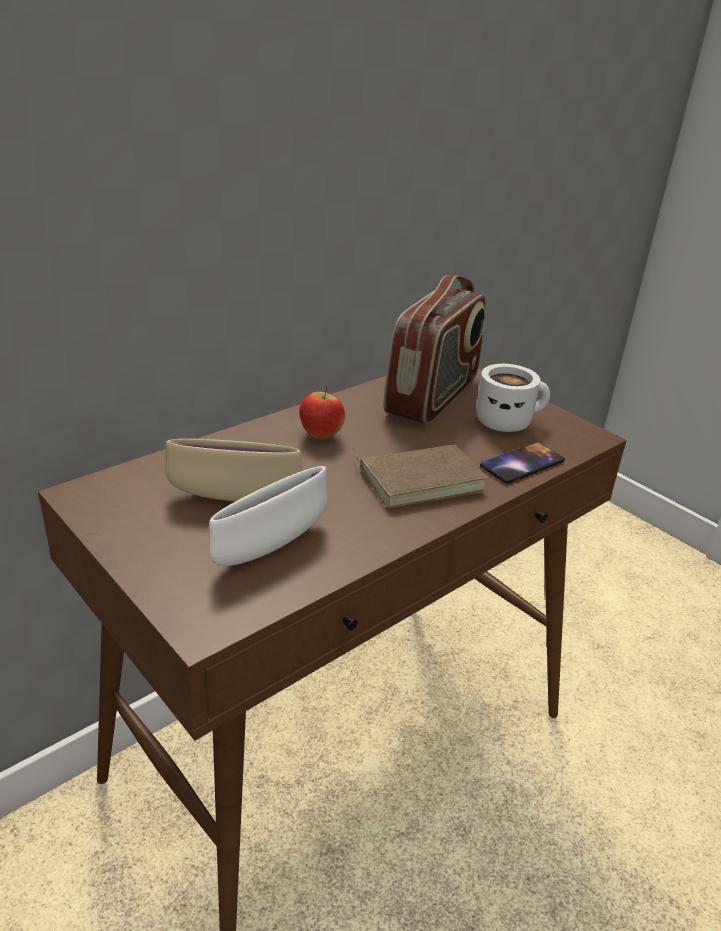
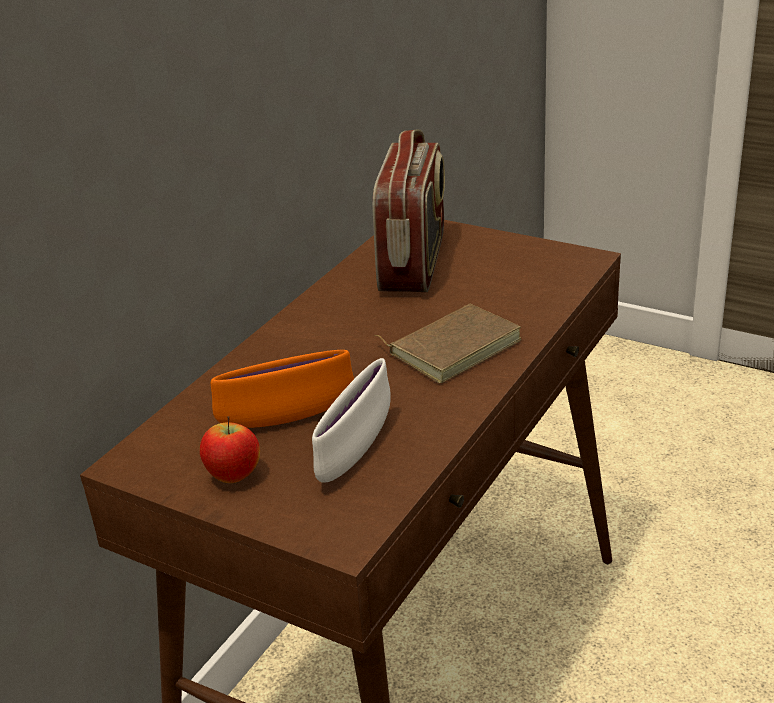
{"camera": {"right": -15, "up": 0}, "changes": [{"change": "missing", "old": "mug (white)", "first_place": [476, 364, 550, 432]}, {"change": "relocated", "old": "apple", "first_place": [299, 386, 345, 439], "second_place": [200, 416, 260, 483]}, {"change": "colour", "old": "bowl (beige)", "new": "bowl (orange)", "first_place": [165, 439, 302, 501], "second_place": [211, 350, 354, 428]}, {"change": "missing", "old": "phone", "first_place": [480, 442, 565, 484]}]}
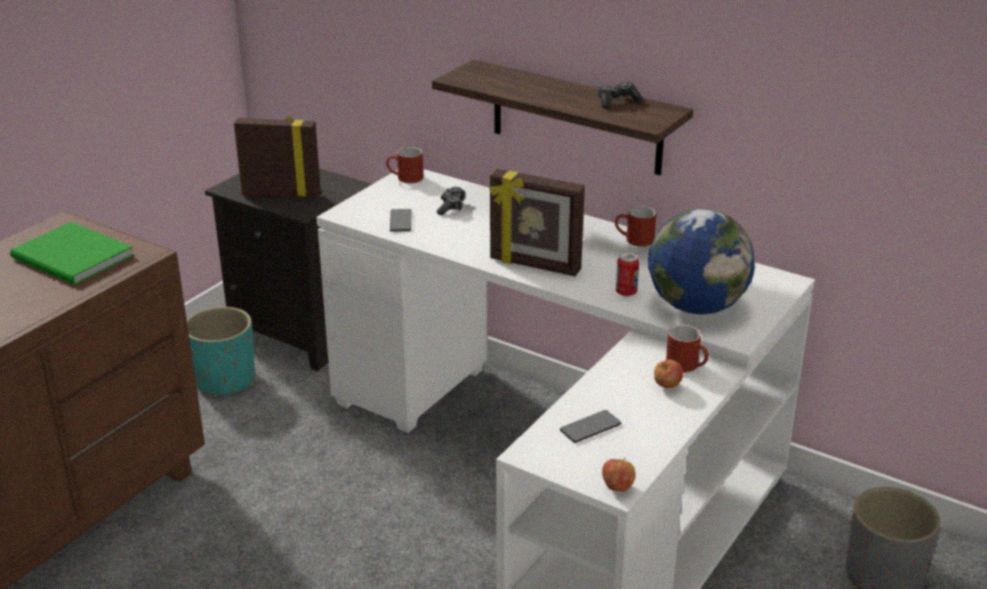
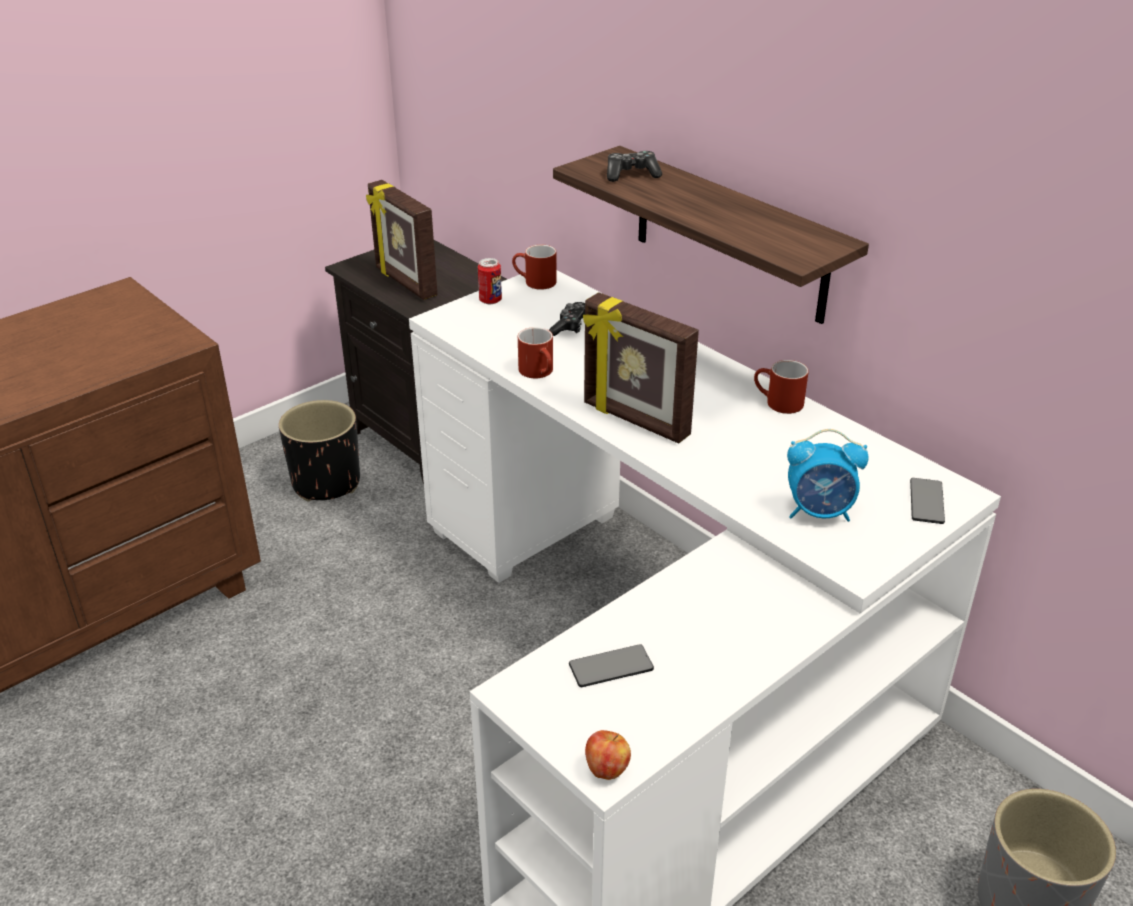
{"camera": {"right": 15, "up": 5}, "changes": [{"change": "relocated", "old": "game controller", "first_place": [599, 82, 643, 109], "second_place": [607, 151, 662, 182]}, {"change": "spun", "old": "picture frame", "first_place": [234, 116, 321, 200], "second_place": [366, 180, 438, 300], "degrees": -150}, {"change": "relocated", "old": "phone", "first_place": [390, 209, 412, 232], "second_place": [910, 478, 945, 524]}, {"change": "exchanged", "old": "globe", "new": "alarm clock", "first_place": [648, 209, 754, 315], "second_place": [787, 429, 869, 522]}, {"change": "missing", "old": "book (green)", "first_place": [10, 222, 134, 285]}, {"change": "relocated", "old": "can", "first_place": [616, 253, 639, 296], "second_place": [478, 258, 502, 304]}, {"change": "colour", "old": "planter (turquoise)", "new": "planter (black)", "first_place": [187, 307, 255, 397], "second_place": [279, 400, 360, 501]}, {"change": "relocated", "old": "mug (red)", "first_place": [666, 325, 709, 372], "second_place": [518, 327, 553, 378]}, {"change": "missing", "old": "apple", "first_place": [654, 359, 683, 388]}]}
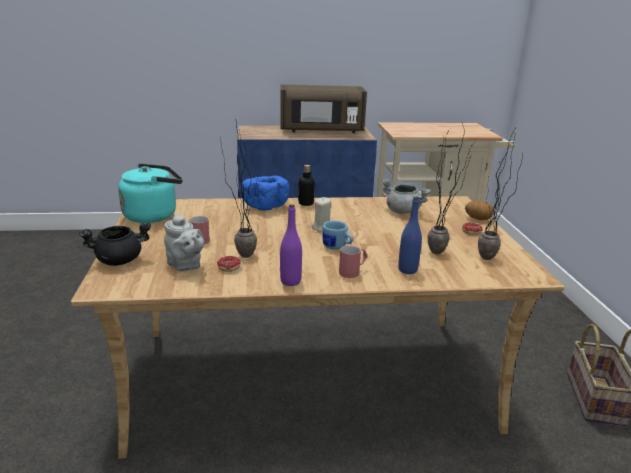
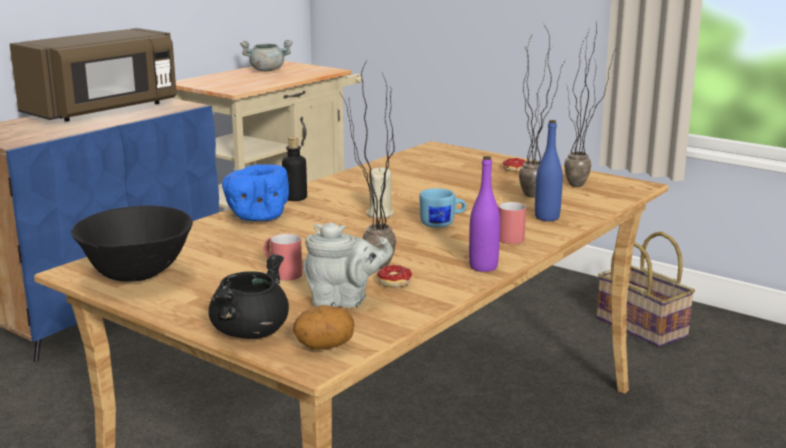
{"camera": {"right": -45, "up": -5}, "changes": [{"change": "exchanged", "old": "kettle (turquoise)", "new": "bowl (black)", "first_place": [118, 163, 183, 223], "second_place": [71, 205, 193, 282]}, {"change": "relocated", "old": "cooking pot (grey)", "first_place": [382, 179, 431, 214], "second_place": [240, 40, 293, 71]}, {"change": "relocated", "old": "potato", "first_place": [465, 200, 494, 220], "second_place": [293, 305, 354, 350]}]}
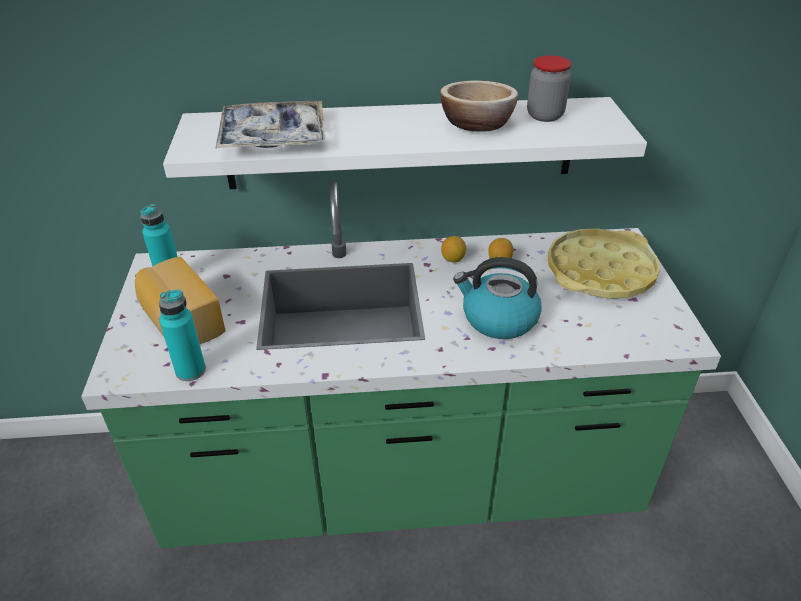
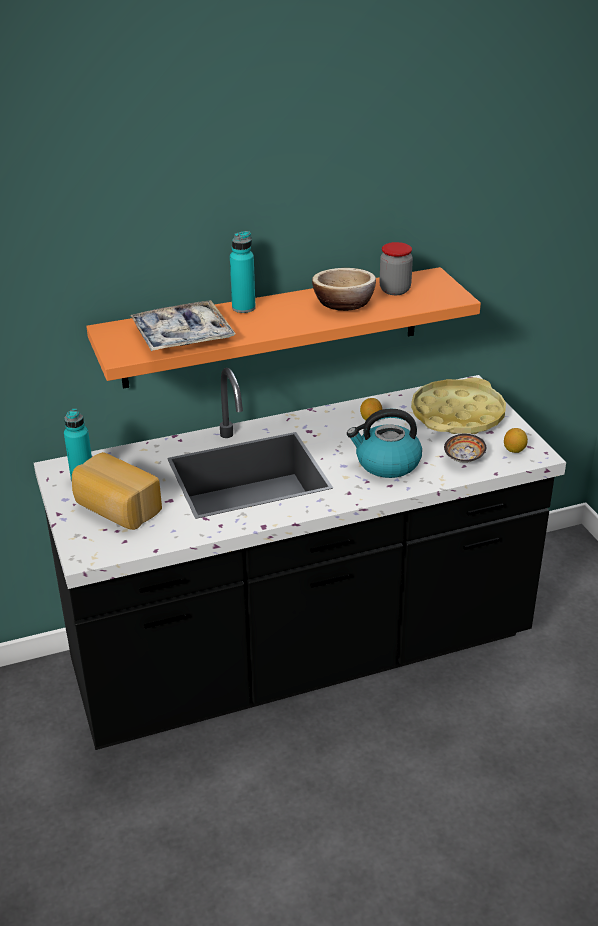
{"camera": {"right": -15, "up": -5}, "changes": [{"change": "colour", "old": "shelf (white)", "new": "shelf (orange)", "first_place": [163, 97, 647, 189], "second_place": [86, 267, 481, 389]}, {"change": "colour", "old": "counter (green)", "new": "counter (black)", "first_place": [81, 182, 721, 548], "second_place": [34, 368, 566, 750]}, {"change": "relocated", "old": "lemon", "first_place": [441, 236, 466, 263], "second_place": [504, 428, 528, 453]}, {"change": "relocated", "old": "bottle (turquoise)", "first_place": [159, 289, 206, 381], "second_place": [230, 231, 256, 313]}, {"change": "appeared", "new": "bowl", "second_place": [444, 434, 486, 463]}]}
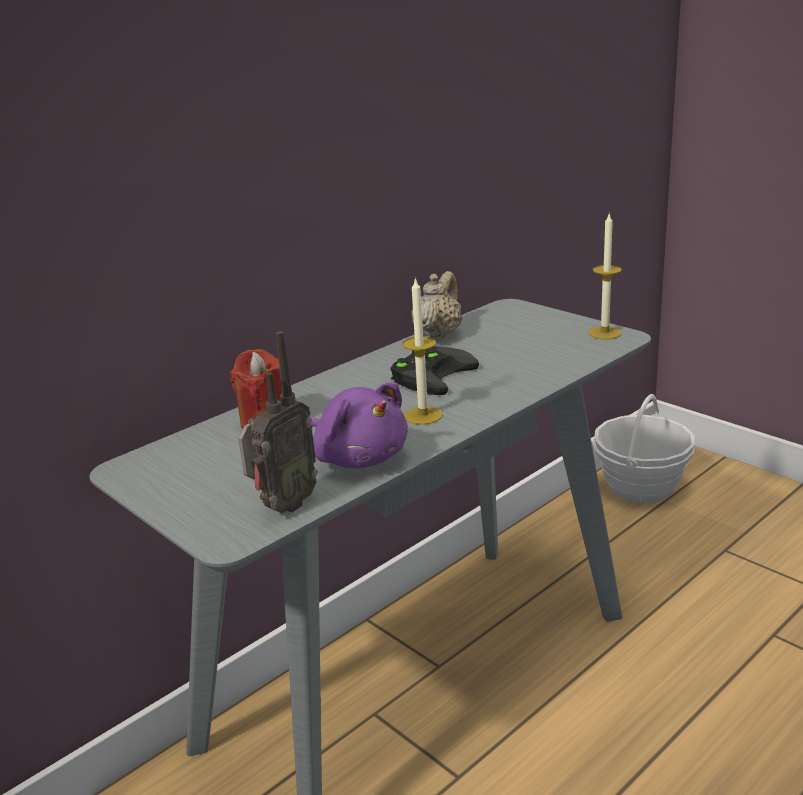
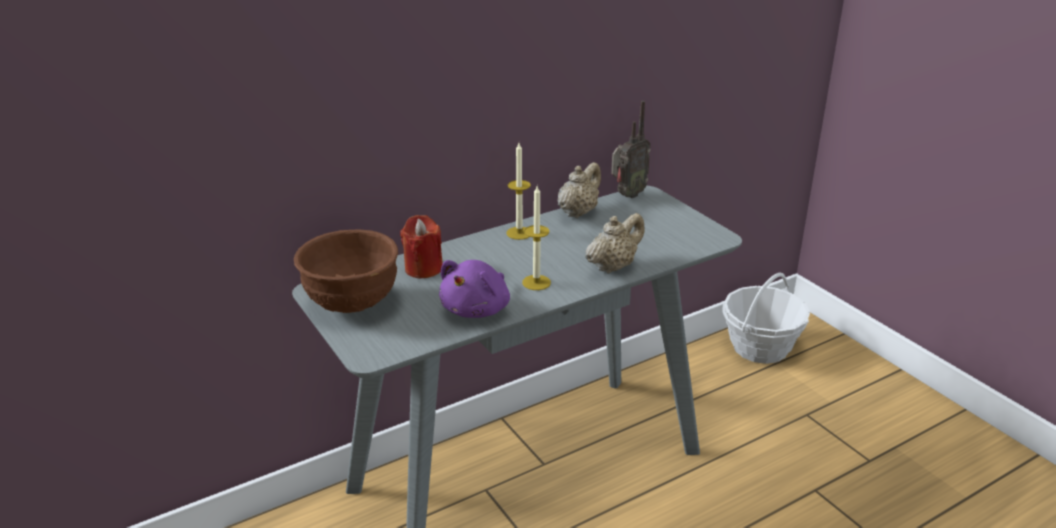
{"camera": {"right": 10, "up": 5}, "changes": [{"change": "relocated", "old": "candle", "first_place": [588, 214, 622, 339], "second_place": [506, 143, 531, 240]}, {"change": "relocated", "old": "radio", "first_place": [239, 331, 318, 513], "second_place": [611, 101, 651, 198]}, {"change": "missing", "old": "game controller (black)", "first_place": [391, 346, 479, 395]}, {"change": "spun", "old": "plush toy (purple)", "first_place": [309, 382, 408, 468], "second_place": [439, 260, 510, 318], "degrees": 60}, {"change": "appeared", "new": "teapot (beige)", "second_place": [585, 213, 645, 274]}, {"change": "appeared", "new": "bowl (brown)", "second_place": [294, 229, 398, 313]}]}
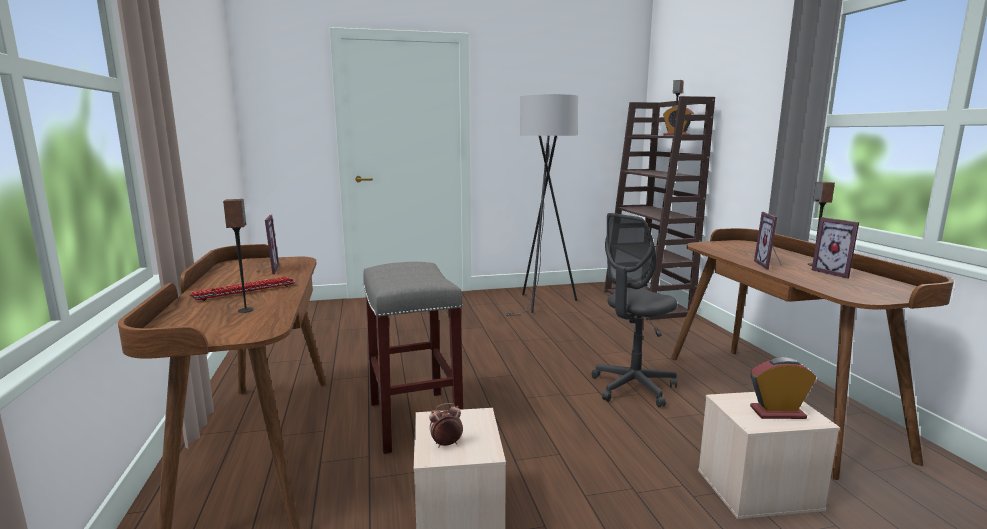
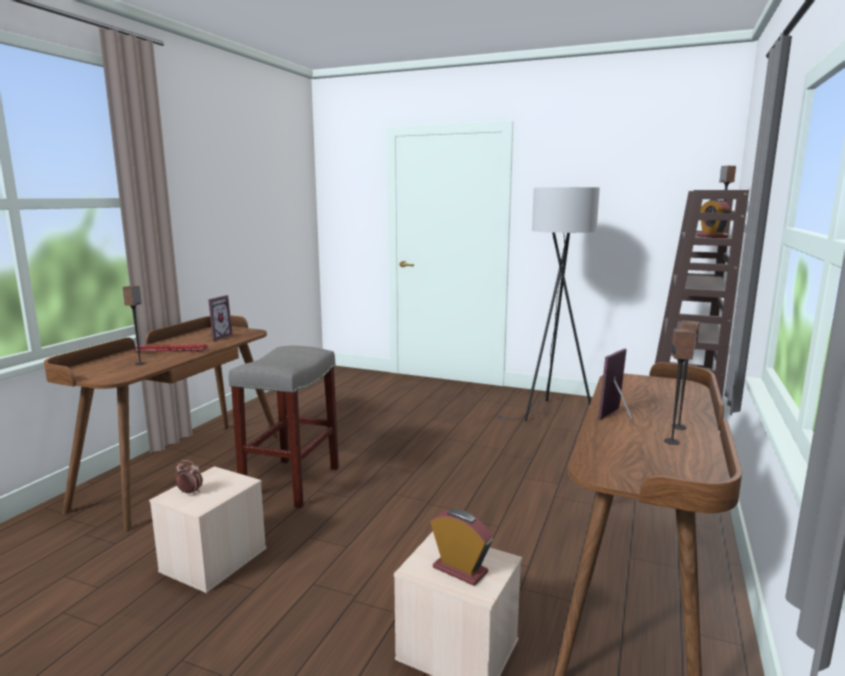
{"camera": {"right": 35, "up": 0}, "changes": [{"change": "missing", "old": "office chair (grey)", "first_place": [591, 213, 677, 407]}, {"change": "exchanged", "old": "picture frame", "new": "speaker", "first_place": [812, 217, 859, 279], "second_place": [664, 329, 696, 445]}]}
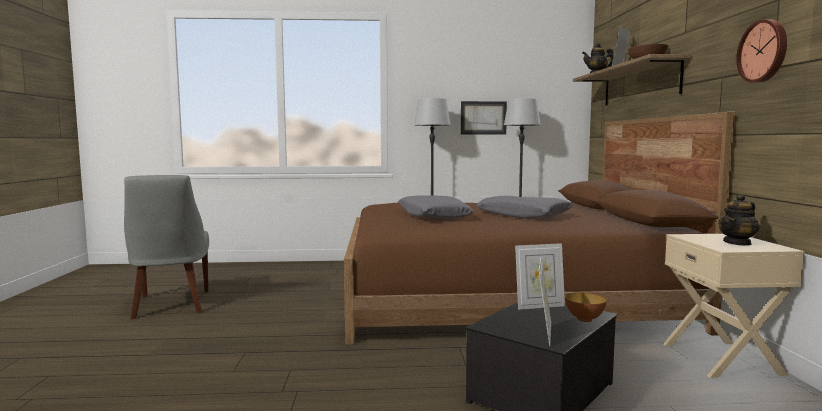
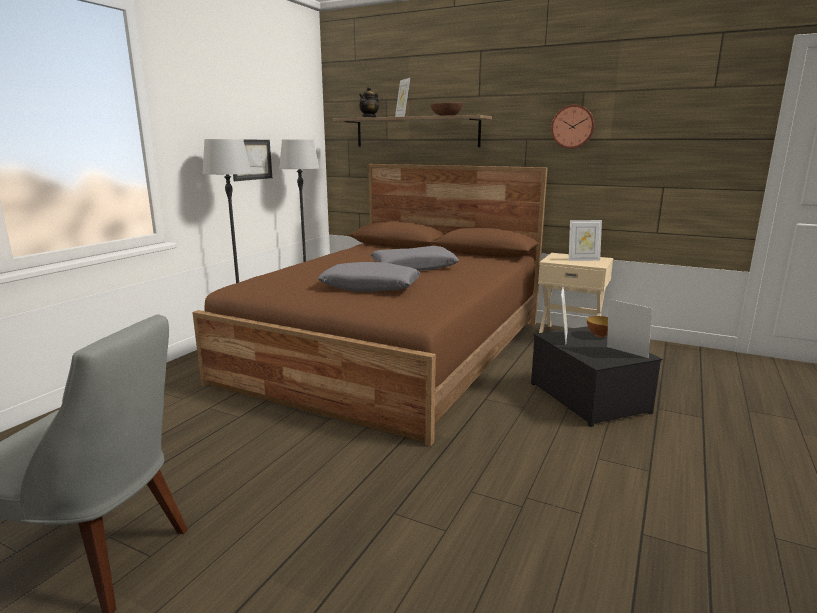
{"camera": {"right": -60, "up": 10}, "changes": [{"change": "exchanged", "old": "teapot", "new": "picture frame", "first_place": [718, 194, 759, 246], "second_place": [569, 220, 602, 261]}]}
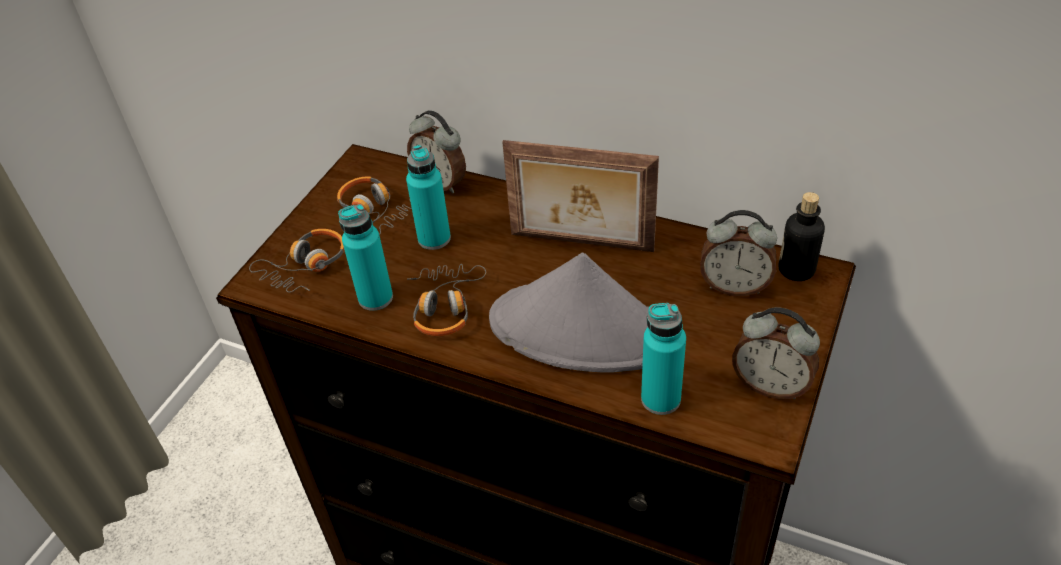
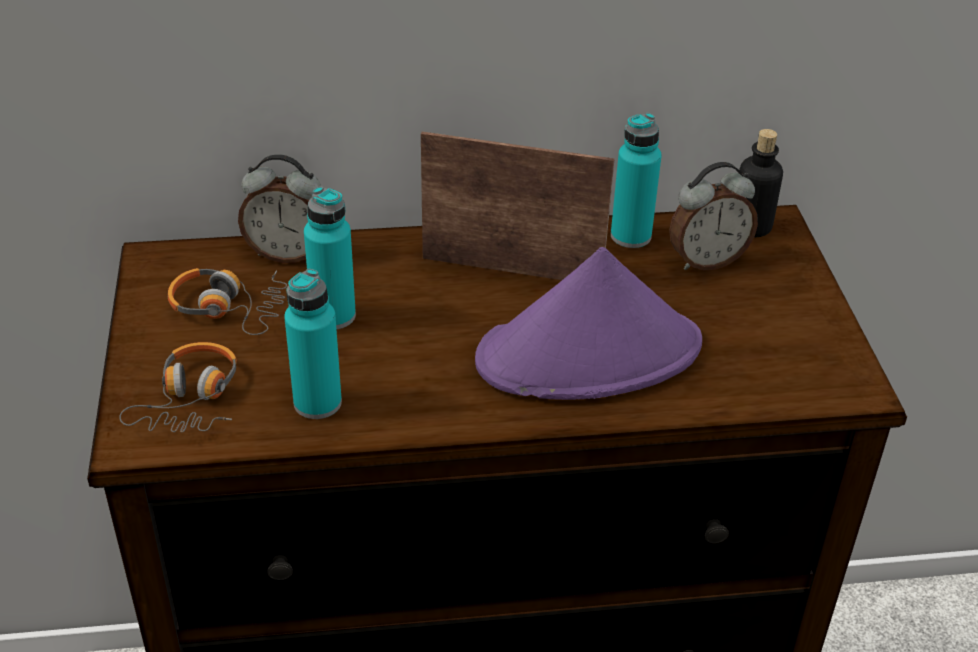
{"camera": {"right": -35, "up": -5}, "changes": [{"change": "spun", "old": "picture frame", "first_place": [502, 140, 659, 252], "second_place": [421, 132, 615, 280], "degrees": -150}, {"change": "colour", "old": "hat (grey)", "new": "hat (purple)", "first_place": [489, 253, 649, 373], "second_place": [475, 247, 702, 400]}, {"change": "missing", "old": "headphones", "first_place": [407, 264, 486, 336]}, {"change": "relocated", "old": "bottle (turquoise)", "first_place": [641, 303, 686, 415], "second_place": [611, 113, 662, 248]}, {"change": "missing", "old": "alarm clock", "first_place": [732, 307, 820, 399]}]}
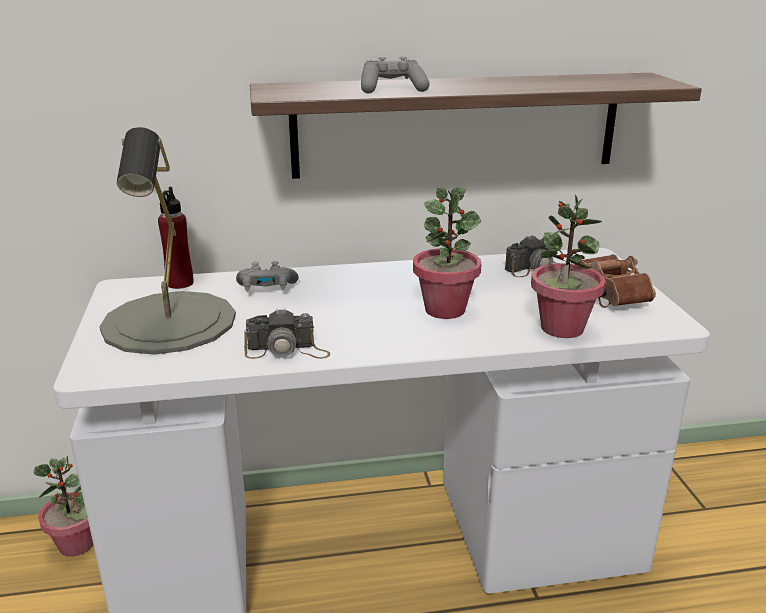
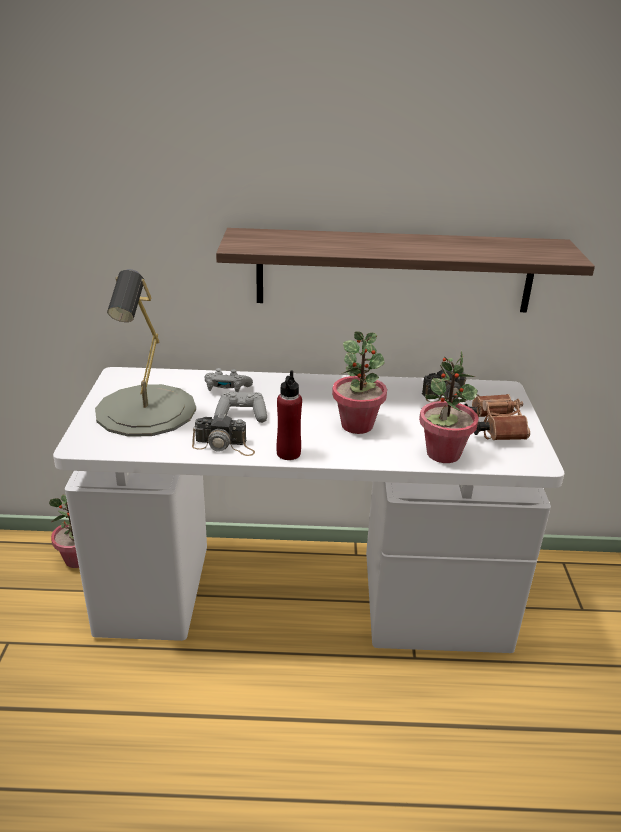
{"camera": {"right": 10, "up": 5}, "changes": [{"change": "relocated", "old": "game controller (grey)", "first_place": [361, 56, 430, 93], "second_place": [214, 391, 267, 423]}, {"change": "relocated", "old": "bottle (red)", "first_place": [158, 187, 194, 289], "second_place": [276, 370, 302, 460]}]}
